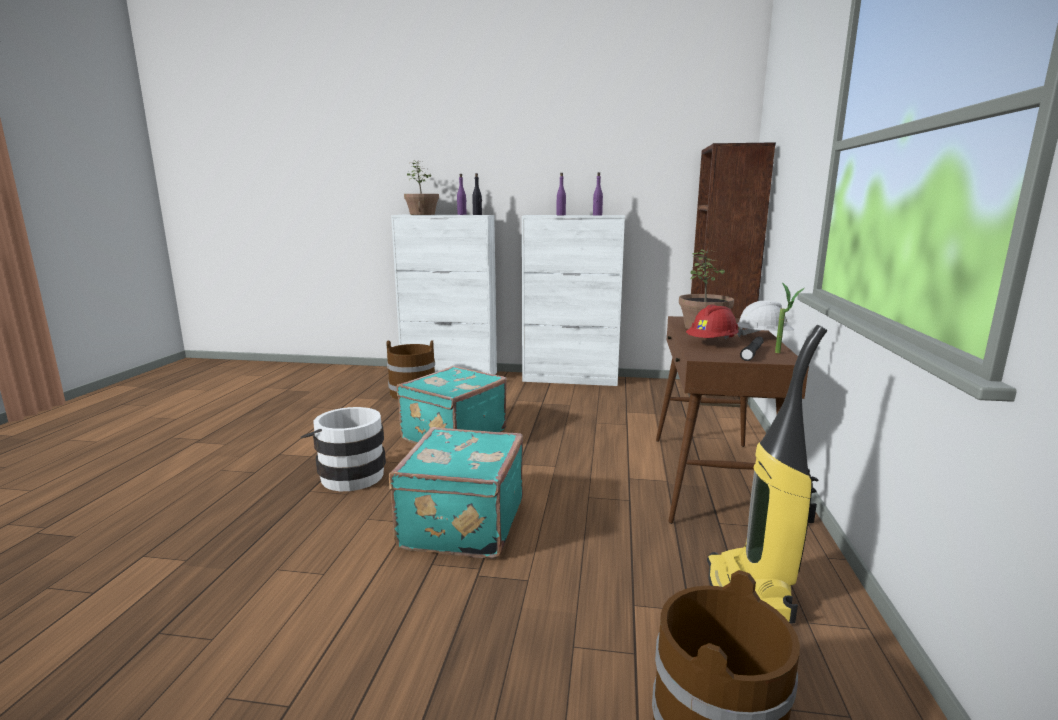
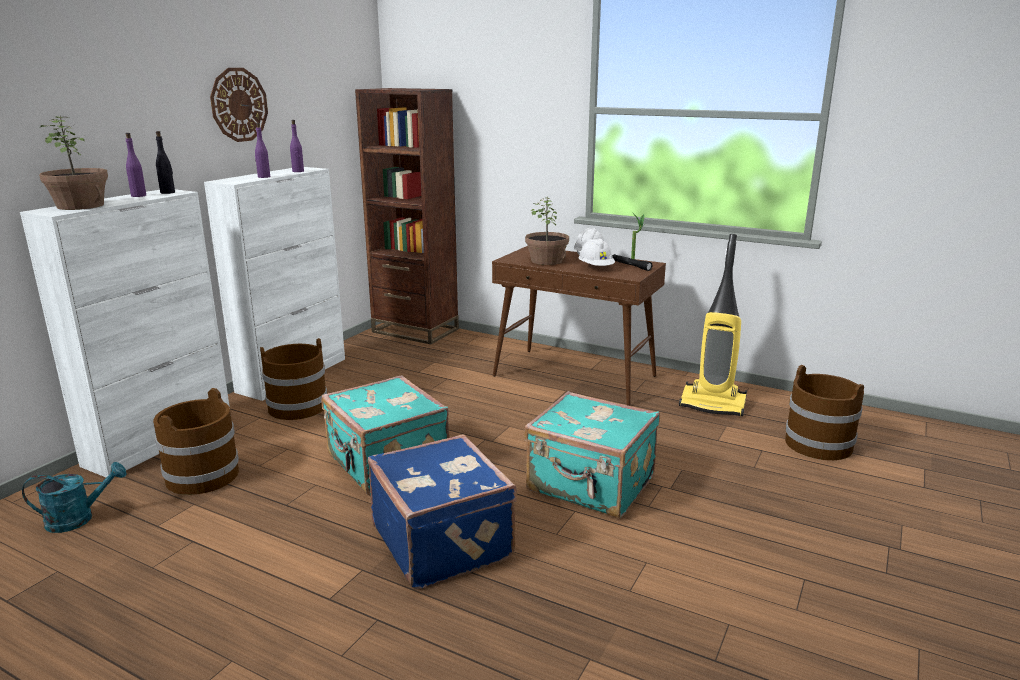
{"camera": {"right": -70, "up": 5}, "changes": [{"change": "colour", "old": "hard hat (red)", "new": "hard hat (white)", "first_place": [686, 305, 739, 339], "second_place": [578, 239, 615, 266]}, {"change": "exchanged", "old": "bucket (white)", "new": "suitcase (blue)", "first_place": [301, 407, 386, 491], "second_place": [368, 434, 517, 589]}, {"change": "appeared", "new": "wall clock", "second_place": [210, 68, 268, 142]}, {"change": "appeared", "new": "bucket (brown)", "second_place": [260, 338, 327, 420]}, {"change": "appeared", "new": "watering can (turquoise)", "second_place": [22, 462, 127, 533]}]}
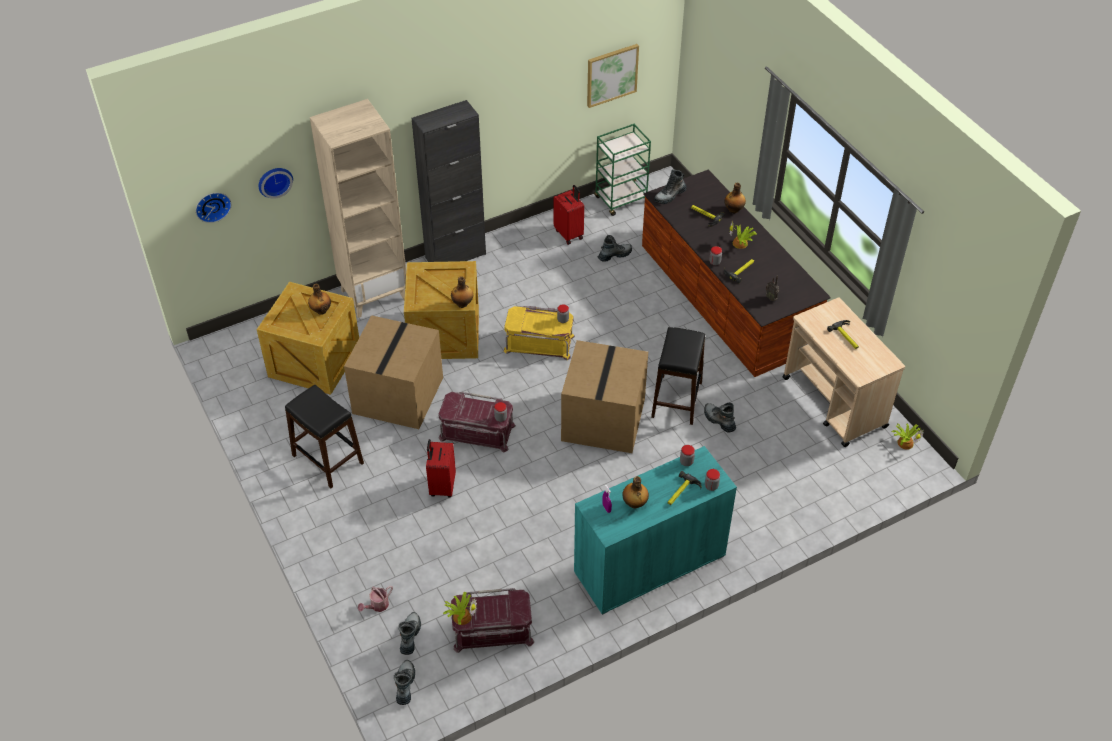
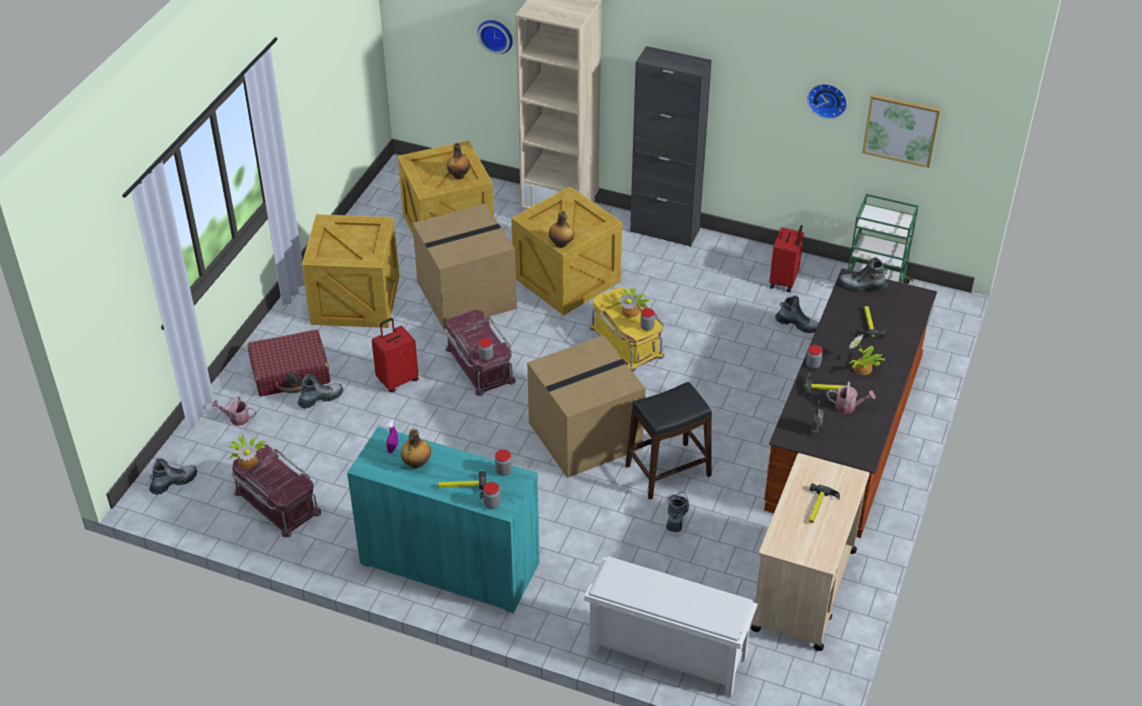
{"camera": {"right": 50, "up": -5}, "changes": [{"change": "missing", "old": "bottle", "first_place": [725, 183, 746, 214]}, {"change": "relocated", "old": "wall clock", "first_place": [196, 193, 231, 223], "second_place": [807, 84, 847, 119]}, {"change": "exchanged", "old": "stool (black)", "new": "crate", "first_place": [285, 385, 364, 488], "second_place": [302, 214, 399, 328]}, {"change": "relocated", "old": "potted plant", "first_place": [891, 423, 924, 450], "second_place": [615, 287, 650, 318]}, {"change": "relocated", "old": "boot", "first_place": [398, 612, 421, 655], "second_place": [297, 374, 343, 408]}, {"change": "appeared", "new": "suitcase (red)", "second_place": [247, 330, 331, 396]}, {"change": "appeared", "new": "watering can", "second_place": [827, 382, 876, 413]}, {"change": "appeared", "new": "shoe rack (white)", "second_place": [584, 556, 758, 697]}]}
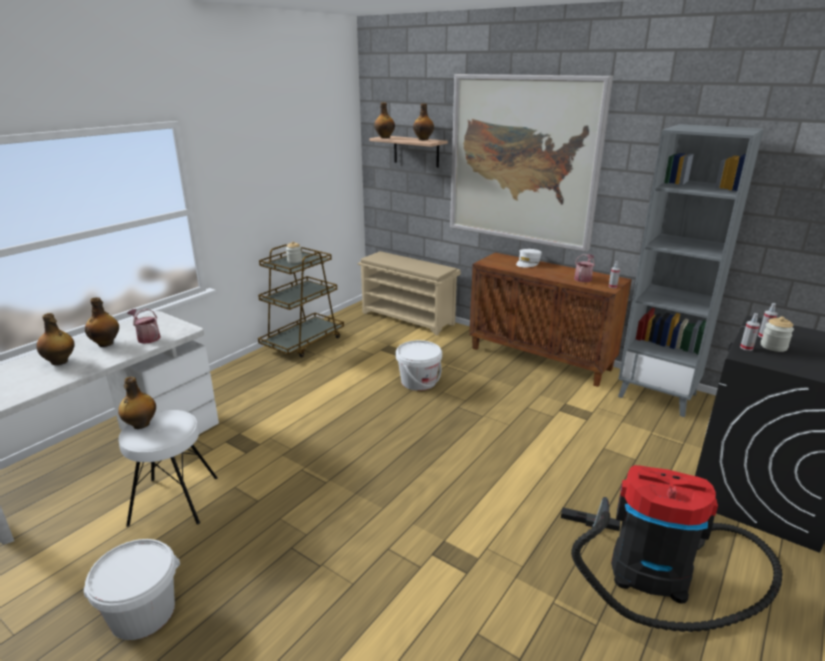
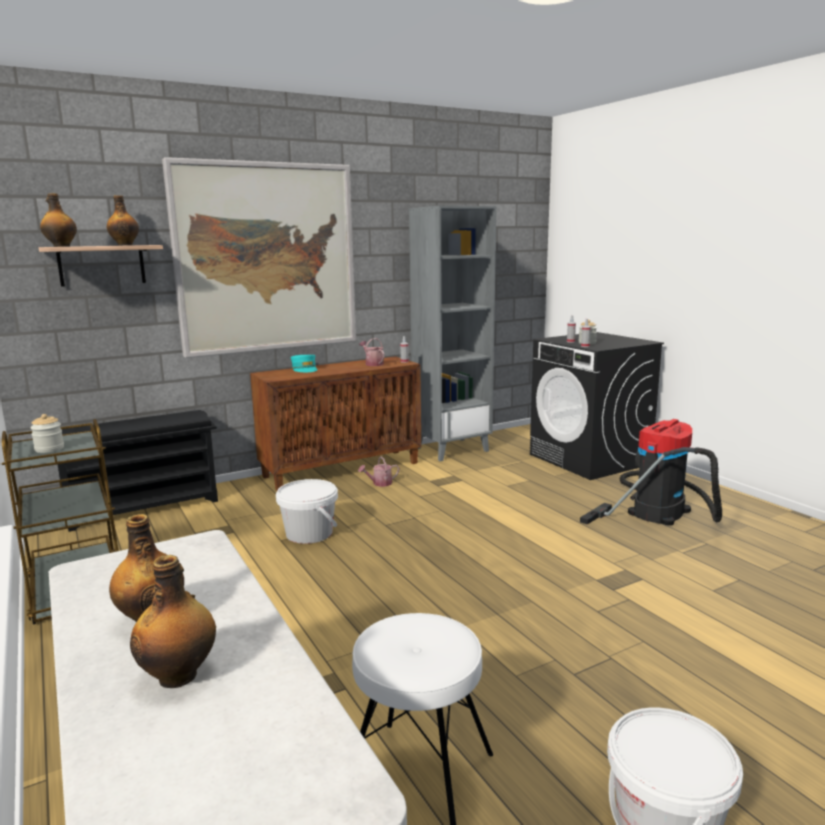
{"camera": {"right": -65, "up": -10}, "changes": [{"change": "colour", "old": "cap (white)", "new": "cap (turquoise)", "first_place": [516, 249, 542, 267], "second_place": [291, 355, 318, 372]}, {"change": "colour", "old": "shoe rack (beige)", "new": "shoe rack (black)", "first_place": [358, 251, 461, 336], "second_place": [57, 410, 218, 532]}, {"change": "relocated", "old": "watering can", "first_place": [127, 309, 161, 344], "second_place": [358, 456, 399, 487]}, {"change": "missing", "old": "bottle", "first_place": [118, 377, 156, 429]}]}
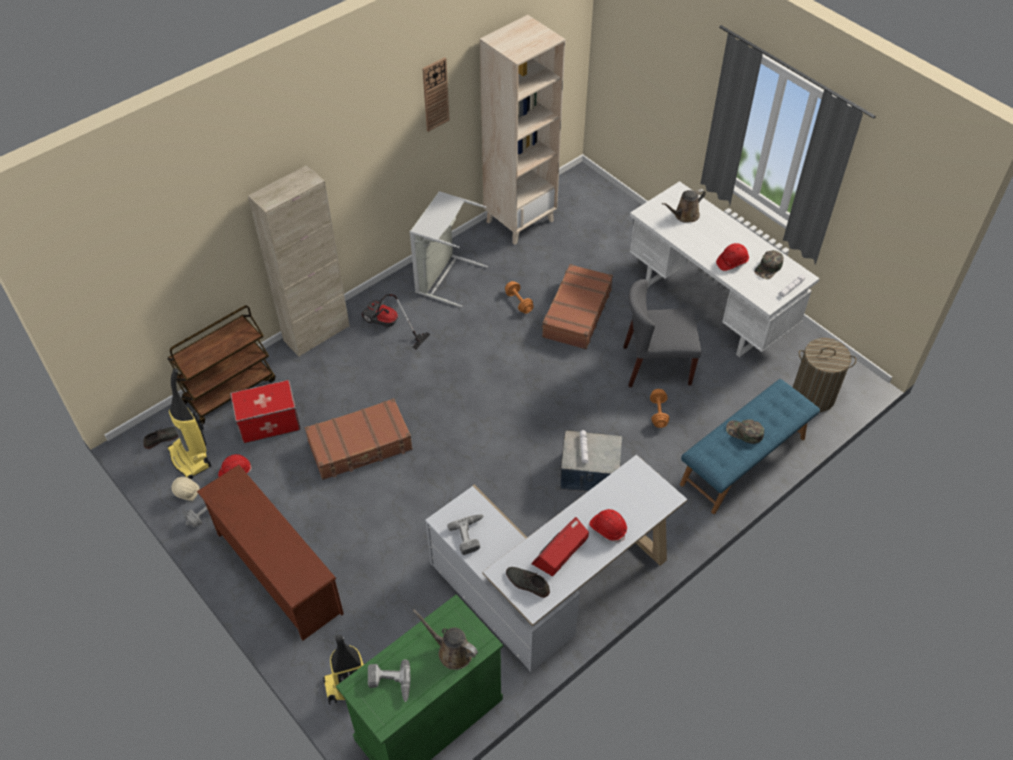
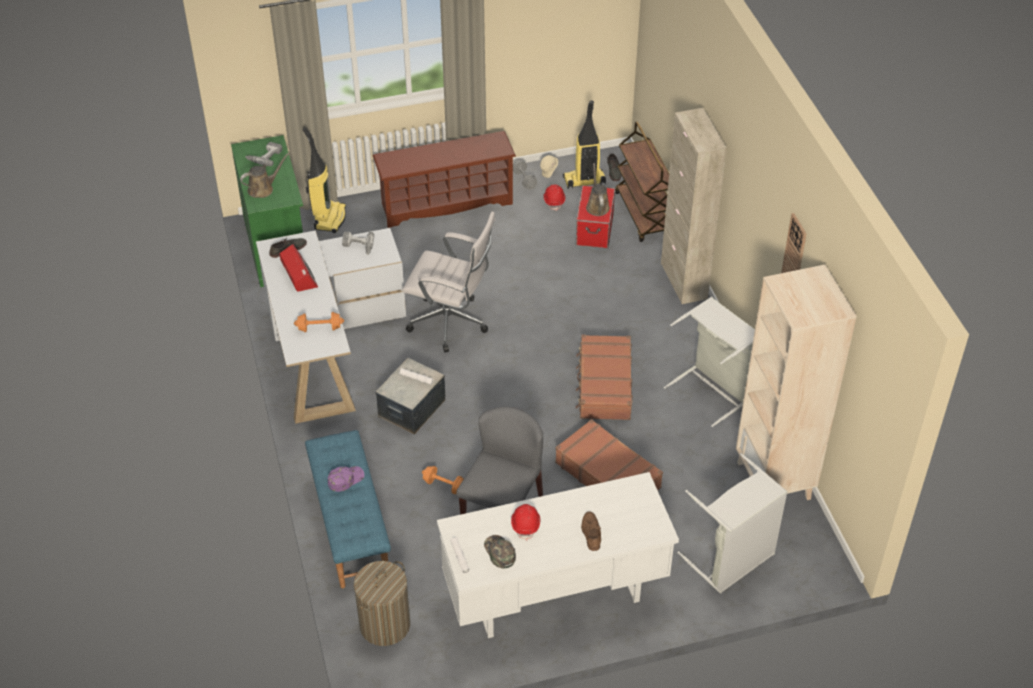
{"camera": {"right": 115, "up": -5}, "changes": [{"change": "relocated", "old": "watering can (brown)", "first_place": [662, 189, 706, 222], "second_place": [586, 163, 610, 216]}, {"change": "relocated", "old": "dumbbell (orange)", "first_place": [505, 281, 534, 314], "second_place": [294, 312, 344, 332]}, {"change": "missing", "old": "vacuum cleaner", "first_place": [361, 294, 430, 349]}, {"change": "relocated", "old": "suitcase (brown)", "first_place": [305, 398, 413, 480], "second_place": [576, 335, 633, 420]}, {"change": "colour", "old": "cap (green)", "new": "cap (purple)", "first_place": [726, 419, 764, 444], "second_place": [328, 466, 364, 492]}, {"change": "missing", "old": "hard hat (red)", "first_place": [589, 509, 627, 543]}, {"change": "appeared", "new": "office chair (white)", "second_place": [402, 212, 495, 353]}, {"change": "appeared", "new": "laundry basket (grey)", "second_place": [677, 453, 788, 594]}, {"change": "appeared", "new": "shoe (brown)", "second_place": [581, 511, 601, 551]}]}
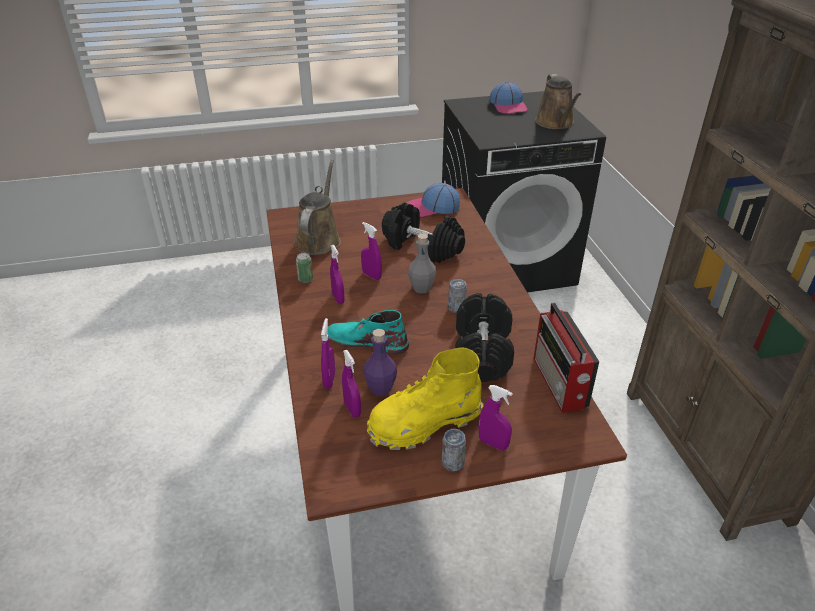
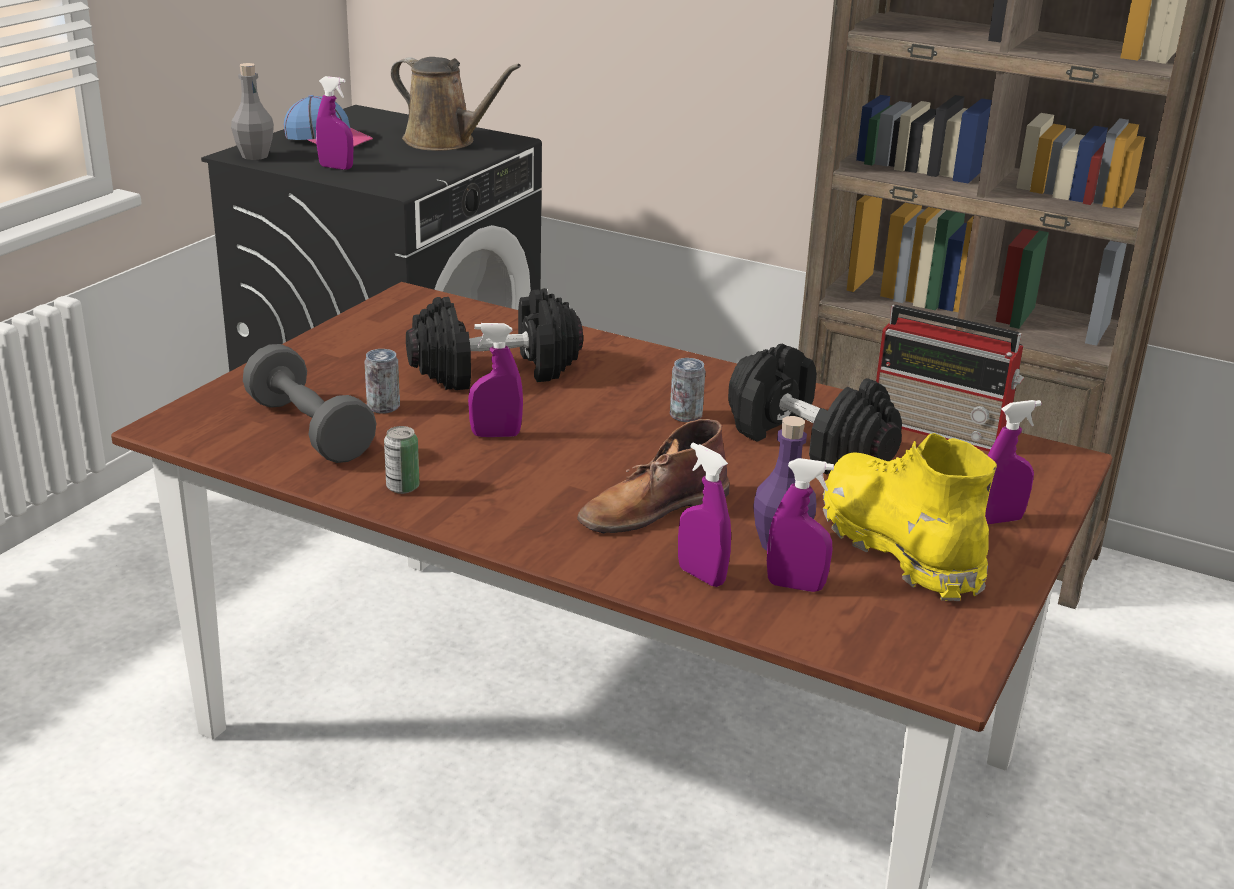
{"camera": {"right": -50, "up": -10}, "changes": [{"change": "exchanged", "old": "watering can (brown)", "new": "dumbbell (grey)", "first_place": [294, 160, 341, 255], "second_place": [243, 344, 377, 463]}, {"change": "missing", "old": "cap", "first_place": [407, 183, 460, 217]}, {"change": "relocated", "old": "bottle (grey)", "first_place": [408, 233, 436, 294], "second_place": [231, 63, 274, 160]}, {"change": "relocated", "old": "spray bottle (purple)", "first_place": [330, 245, 345, 304], "second_place": [316, 76, 353, 170]}, {"change": "colour", "old": "boot (turquoise)", "new": "boot (brown)", "first_place": [327, 310, 409, 354], "second_place": [577, 419, 730, 533]}, {"change": "spun", "old": "boot (yellow)", "first_place": [367, 348, 483, 450], "second_place": [823, 433, 997, 601], "degrees": 135}, {"change": "relocated", "old": "can", "first_place": [442, 429, 466, 471], "second_place": [365, 349, 400, 414]}]}
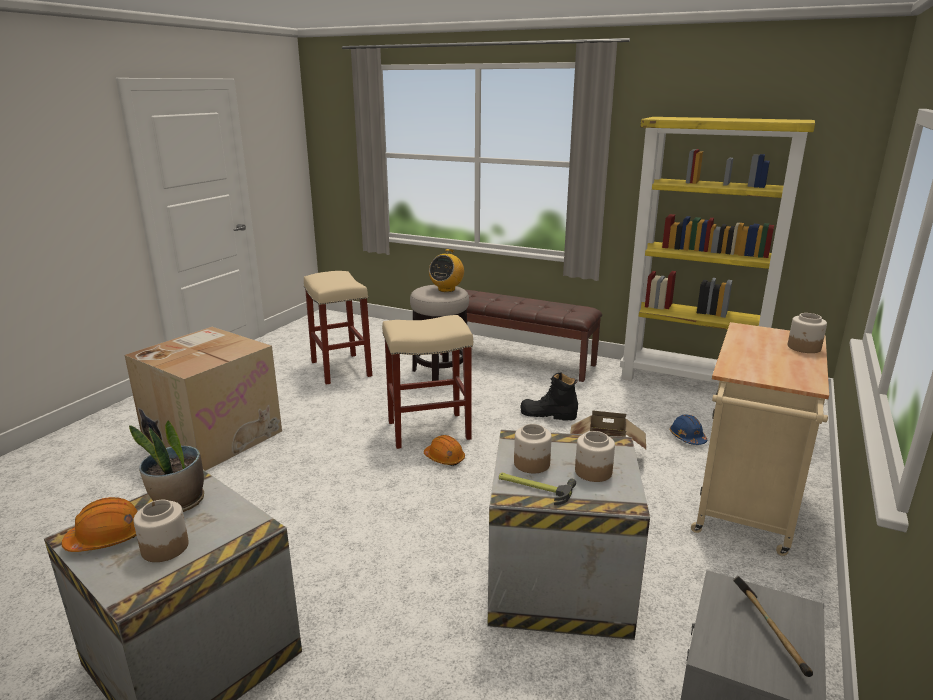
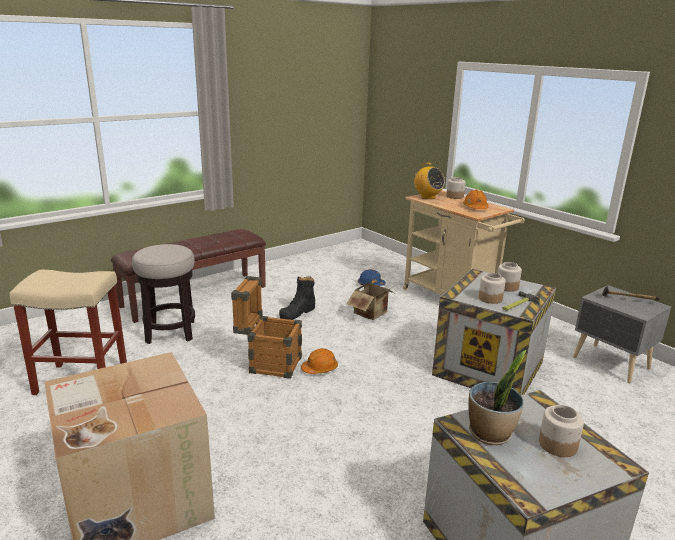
{"camera": {"right": -65, "up": 0}, "changes": [{"change": "missing", "old": "bookcase (yellow)", "first_place": [620, 117, 815, 383]}, {"change": "relocated", "old": "radio", "first_place": [429, 249, 464, 292], "second_place": [413, 163, 445, 199]}, {"change": "exchanged", "old": "stool (beige)", "new": "crate", "first_place": [382, 315, 473, 449], "second_place": [231, 276, 302, 379]}, {"change": "relocated", "old": "hard hat (orange)", "first_place": [62, 497, 138, 552], "second_place": [463, 190, 488, 209]}]}
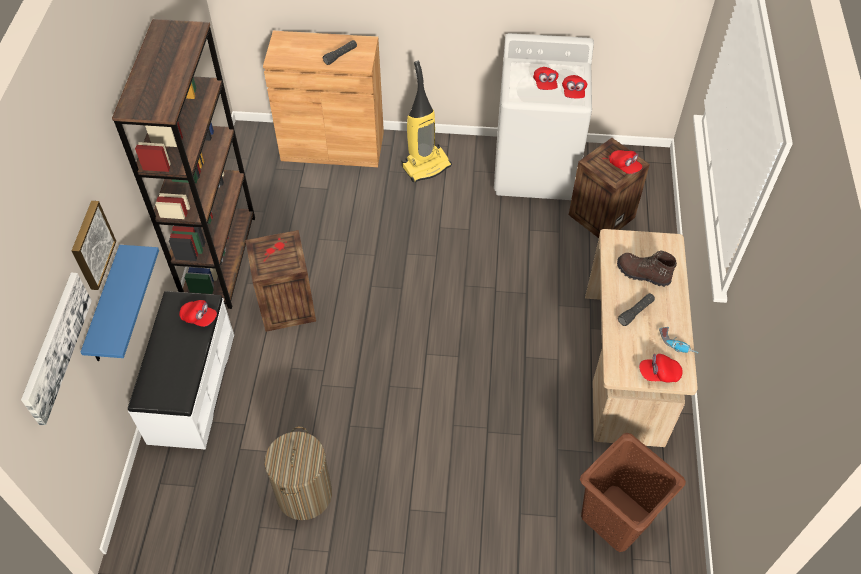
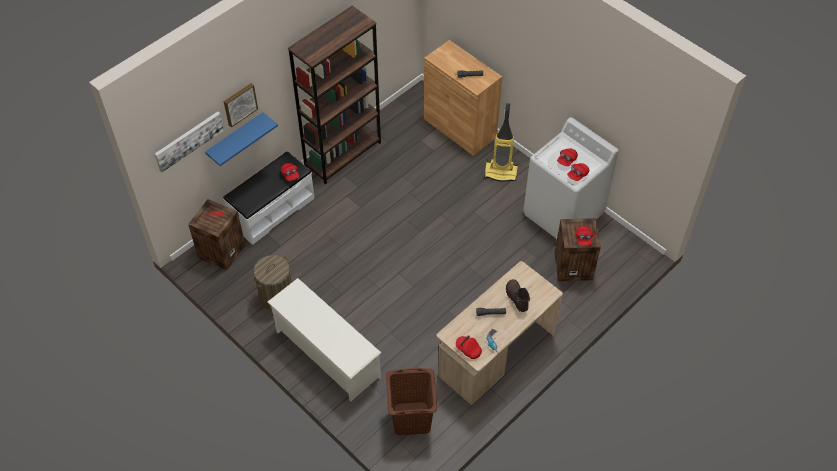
{"camera": {"right": 40, "up": 0}, "changes": [{"change": "relocated", "old": "crate", "first_place": [246, 230, 316, 332], "second_place": [188, 199, 245, 270]}, {"change": "appeared", "new": "shoe rack (white)", "second_place": [268, 278, 381, 402]}]}
